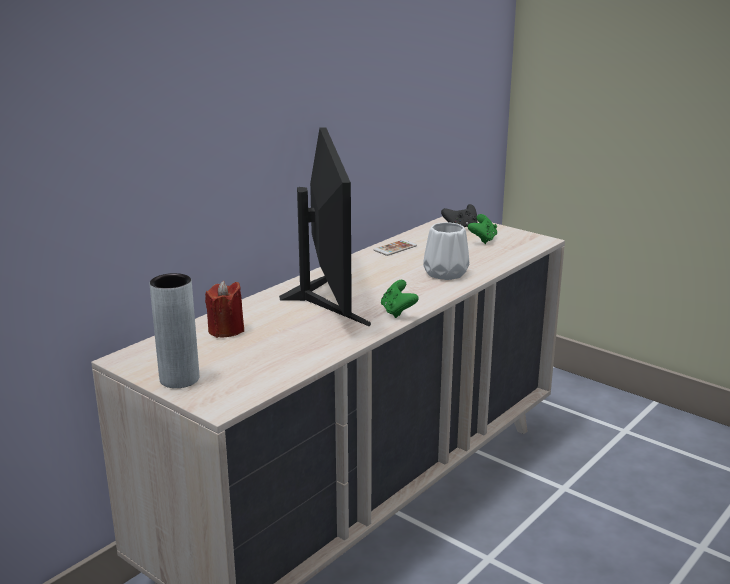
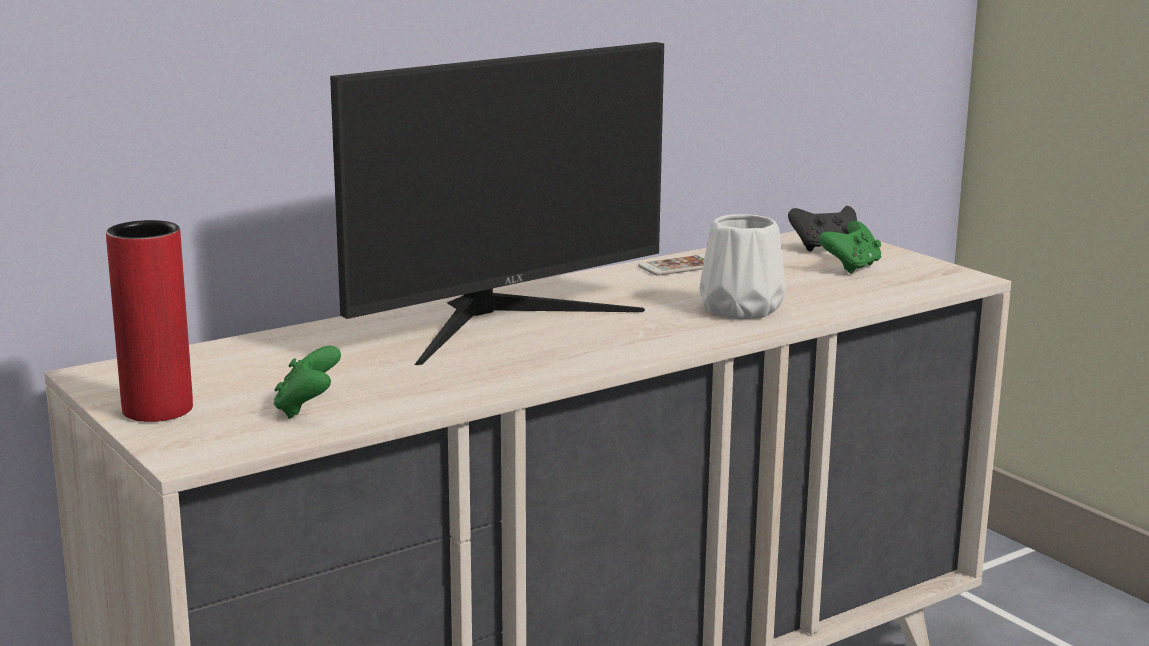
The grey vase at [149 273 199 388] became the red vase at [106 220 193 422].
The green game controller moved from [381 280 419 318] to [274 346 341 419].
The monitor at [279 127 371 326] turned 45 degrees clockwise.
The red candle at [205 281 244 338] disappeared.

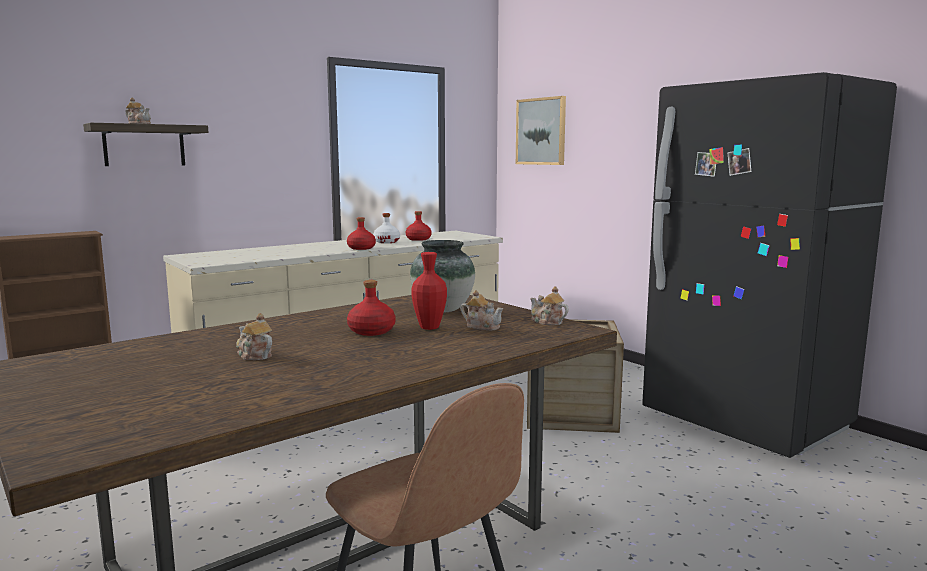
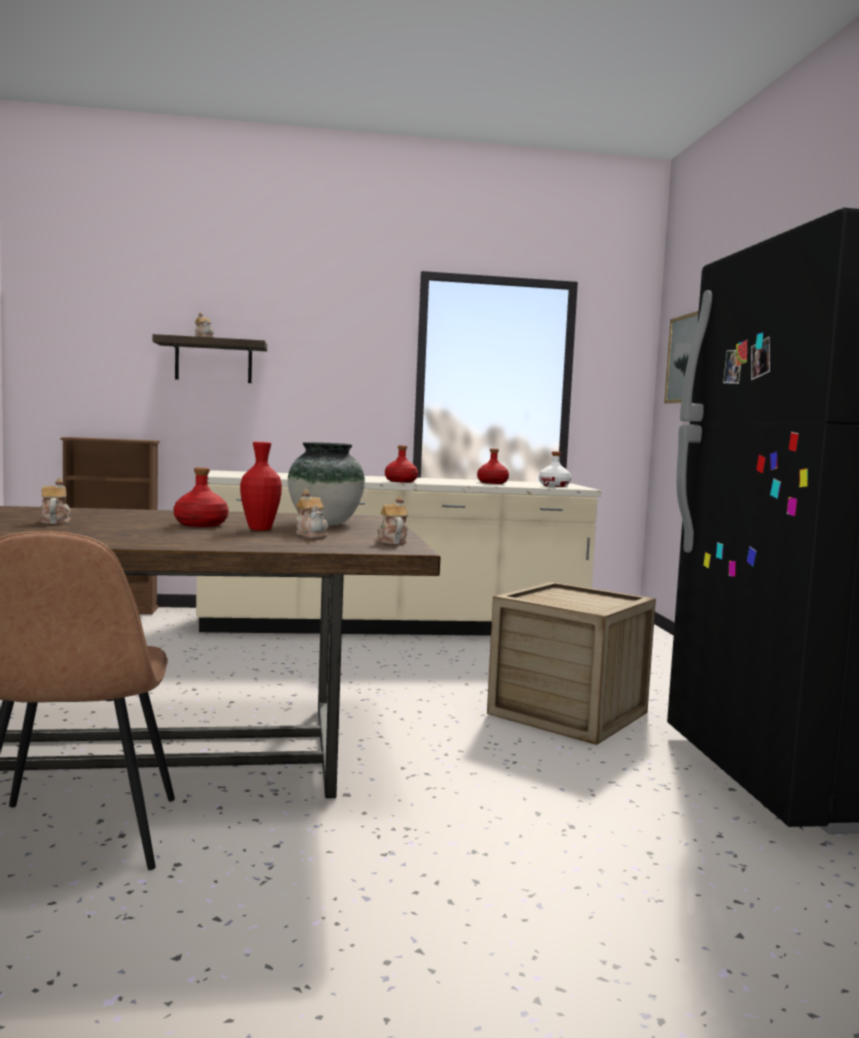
The white bottle moved from [373 213 400 243] to [539 451 571 487].

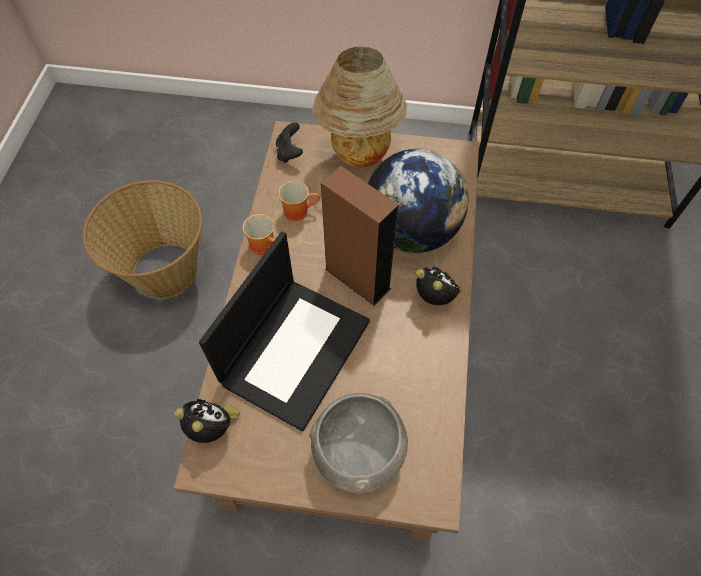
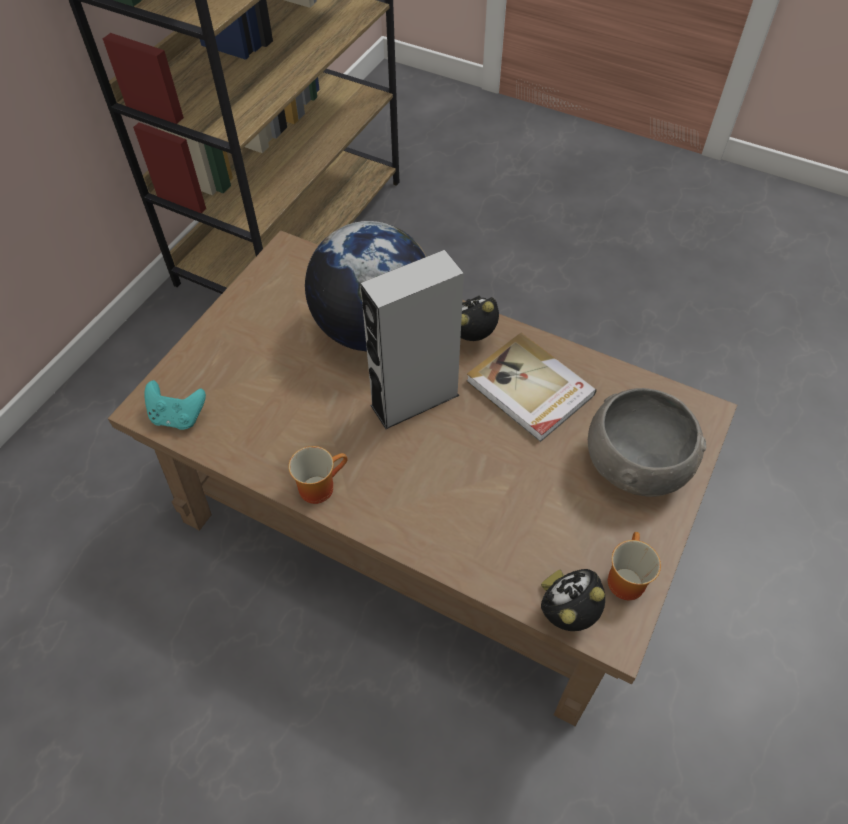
The black game controller at [276 122 303 163] became the turquoise game controller at [144 380 206 430].
The brown speaker at [321 166 399 306] became the grey speaker at [361 250 464 429].
The book at [466 333 597 442] appeared.
The mug moved from [278 181 320 221] to [608 532 661 600].
The basket at [83 180 202 299] disappeared.
The laptop at [199 232 370 431] disappeared.
The table lamp at [312 47 407 167] disappeared.

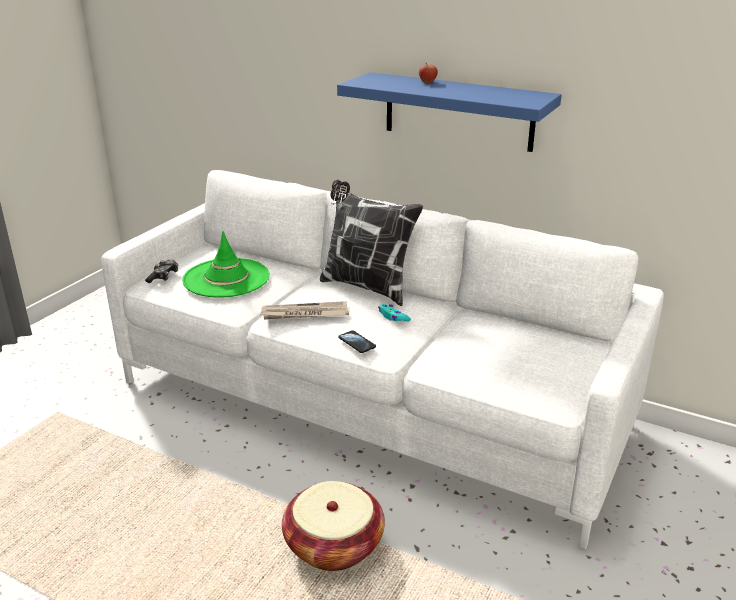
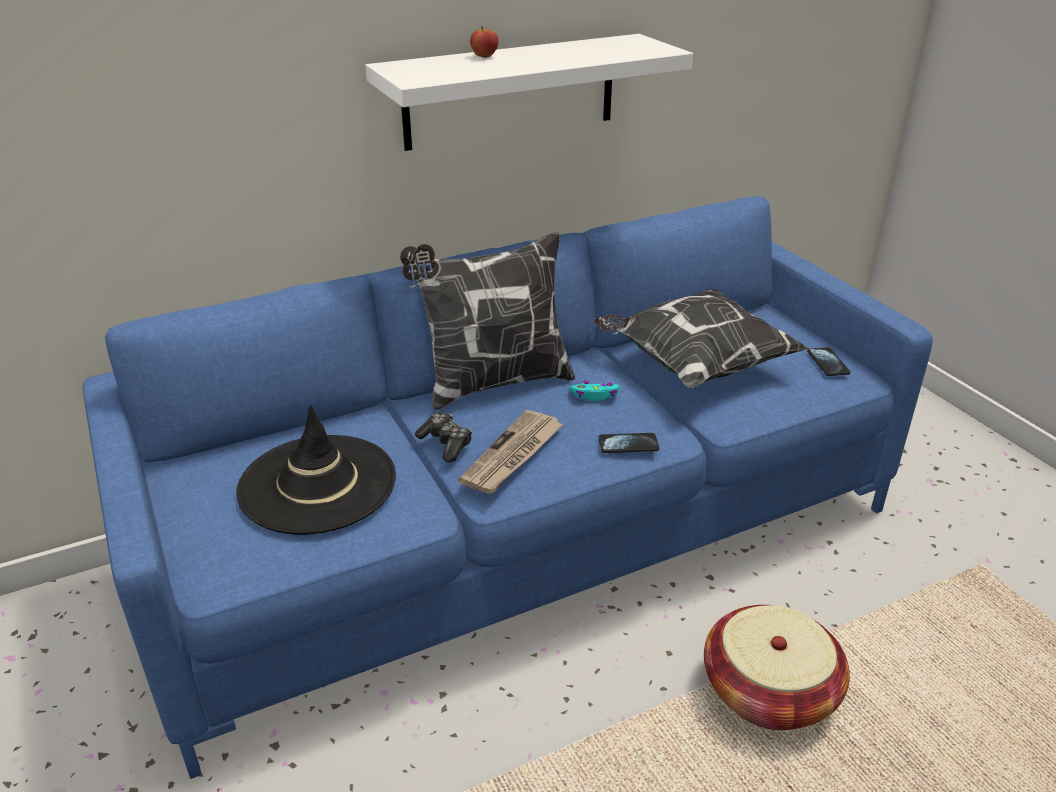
The white sofa at [101 170 664 550] became the blue sofa at [83 196 933 779].
The green hat at [182 231 270 298] became the black hat at [236 405 396 535].
The blue shelf at [337 72 562 152] became the white shelf at [365 34 693 151].
The game controller moved from [145 260 178 283] to [415 412 472 462].
The pillow at [593 289 809 388] appeared.
The phone at [807 347 850 376] appeared.

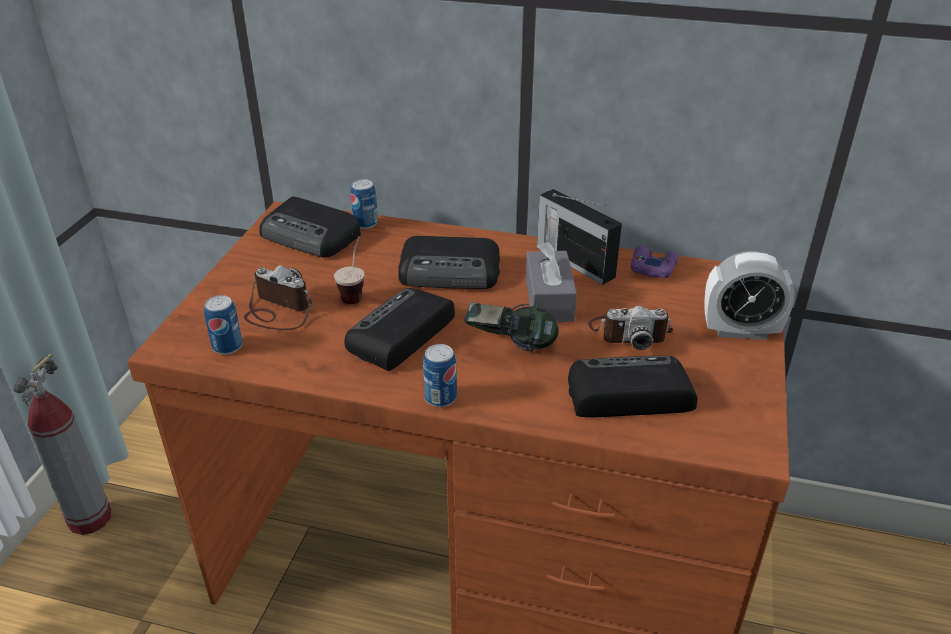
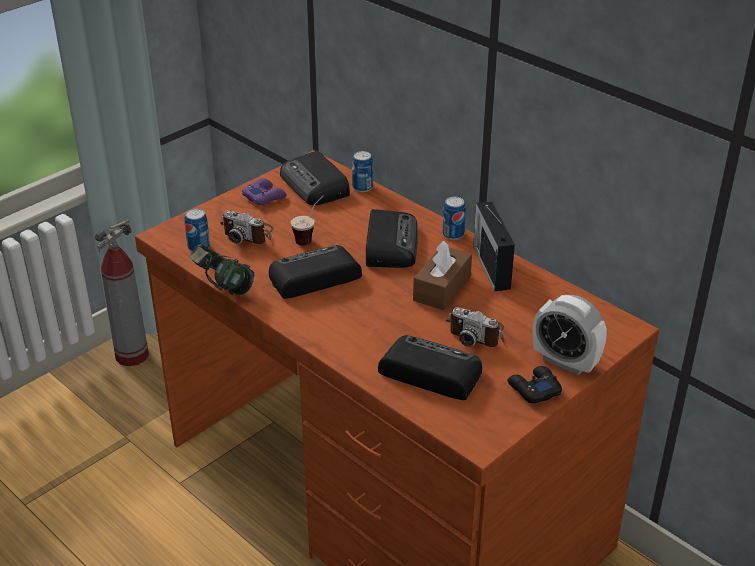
The headphones moved from [464 302 559 352] to [189 244 254 295].
The photo camera at [244 265 313 330] turned 150 degrees clockwise.
The purple game controller moved from [631 246 678 278] to [242 178 287 205].
The radio at [398 236 500 289] turned 120 degrees counterclockwise.
The grey tissue box at [526 242 577 322] became the brown tissue box at [413 241 472 310].
The can moved from [423 344 457 407] to [442 197 466 240].
The black game controller at [508 366 562 404] appeared.

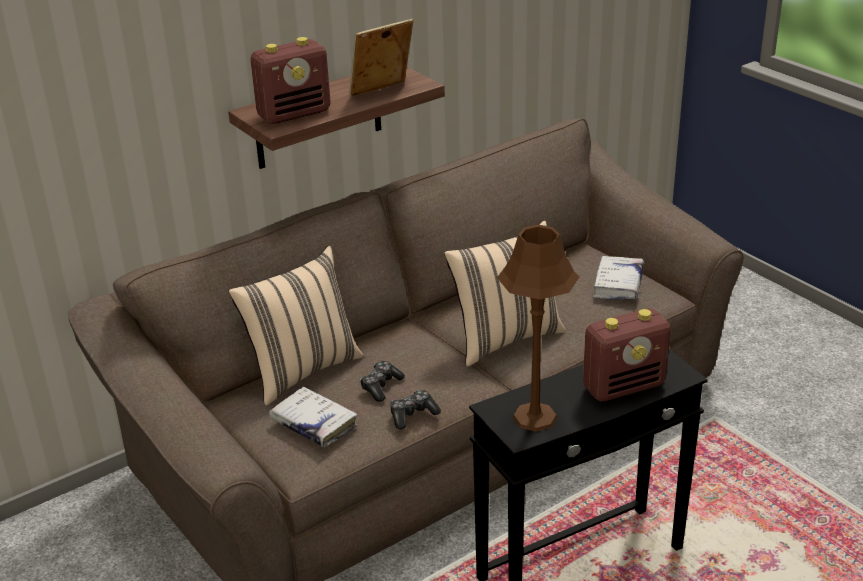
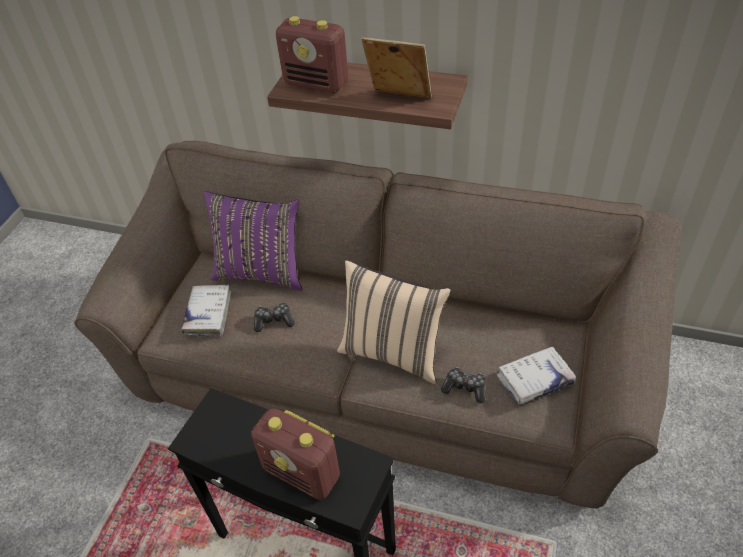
The beige pillow at [228 246 364 406] became the purple pillow at [204 191 302 291].
The game controller moved from [391 390 441 429] to [441 367 486 403].
The brown table lamp at [497 224 579 432] disappeared.

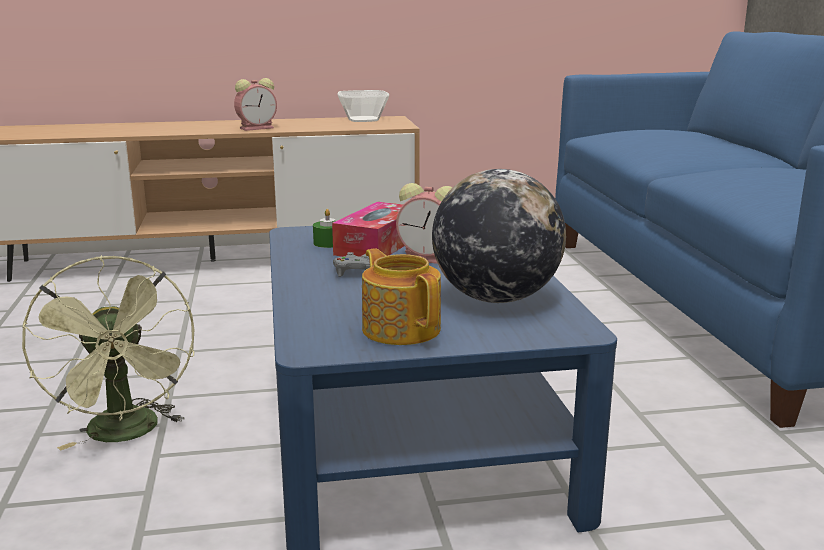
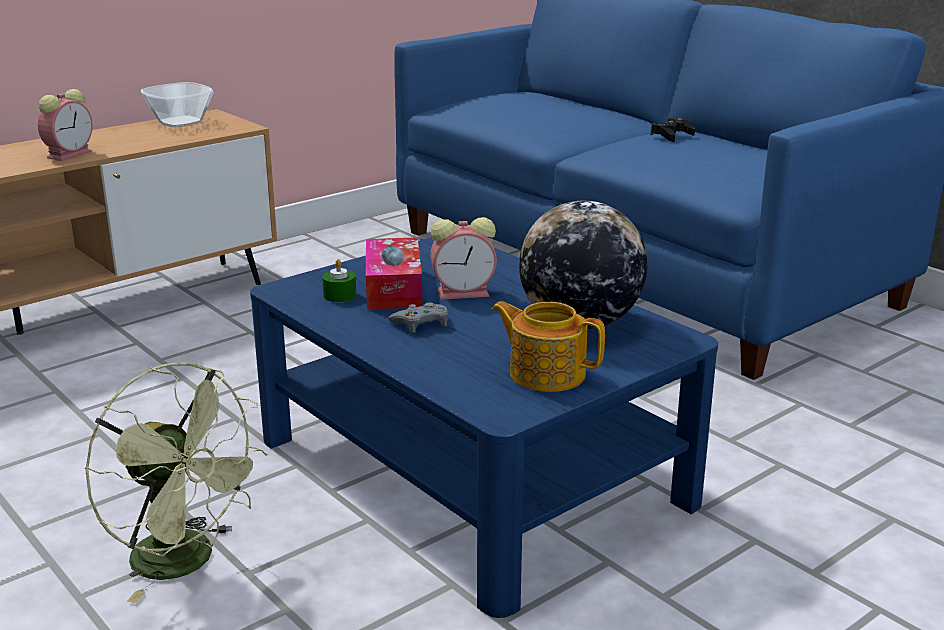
The black game controller at [650 118 695 142] appeared.

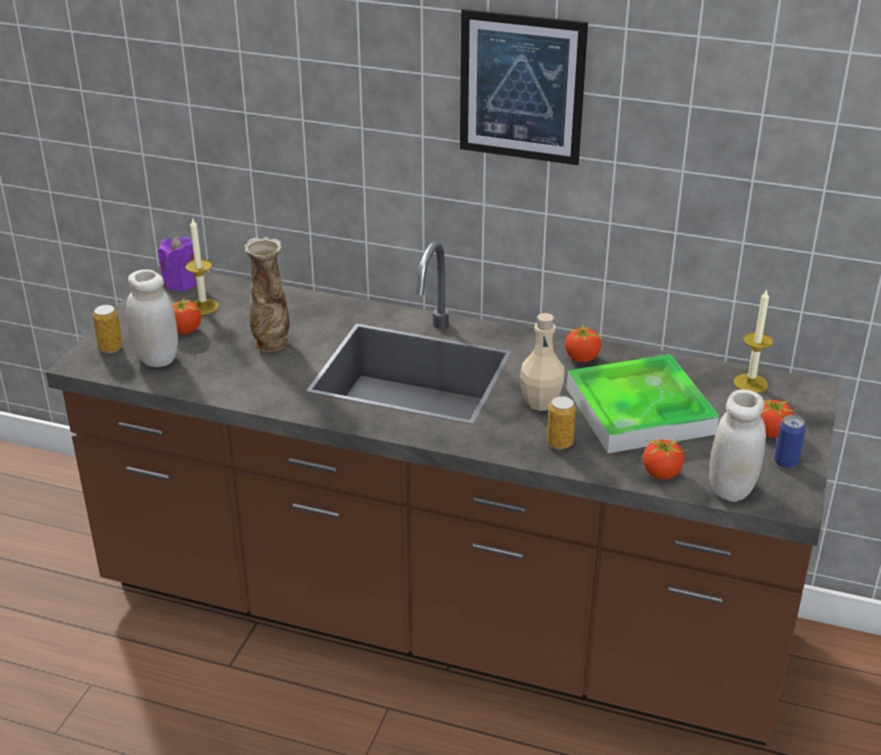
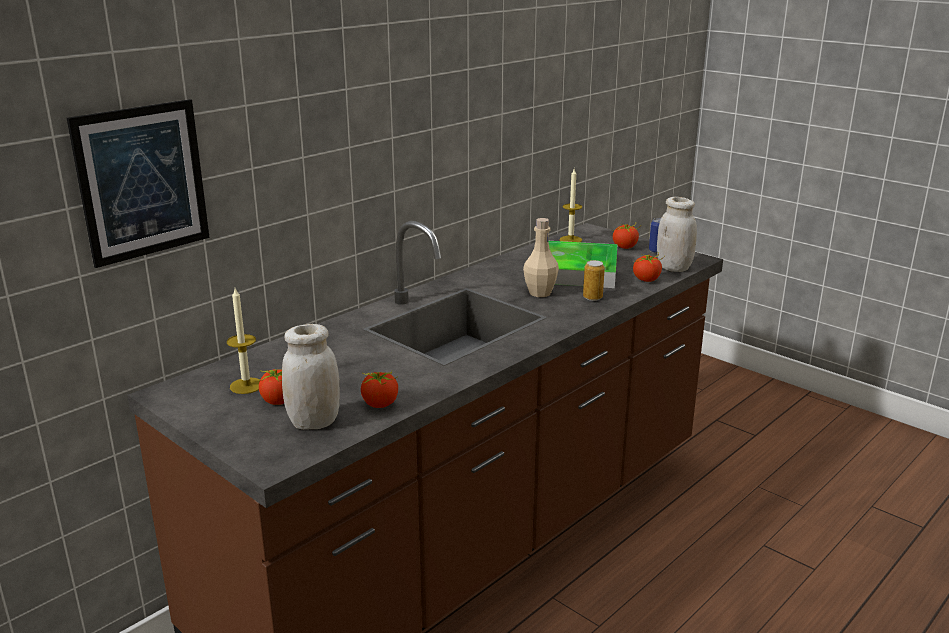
The picture moved from [460 9 588 165] to [67 99 210 268].
The tomato moved from [565 323 603 362] to [361 370 398 408].
The can at [93 305 123 353] disappeared.
The purple candle at [158 236 197 291] disappeared.
The vase at [244 237 289 352] disappeared.

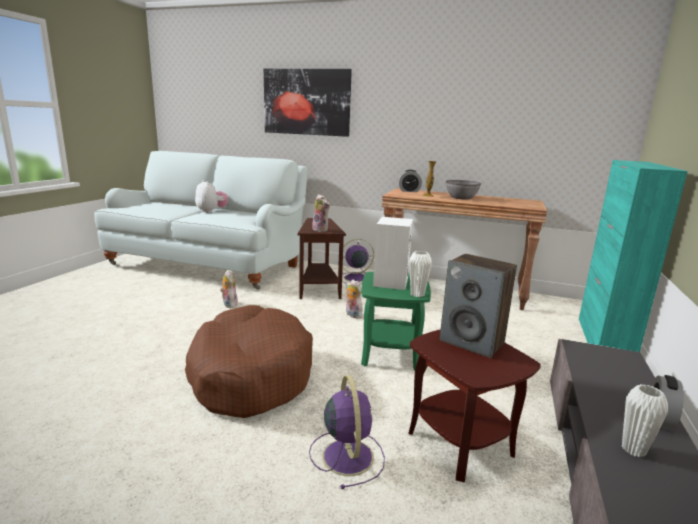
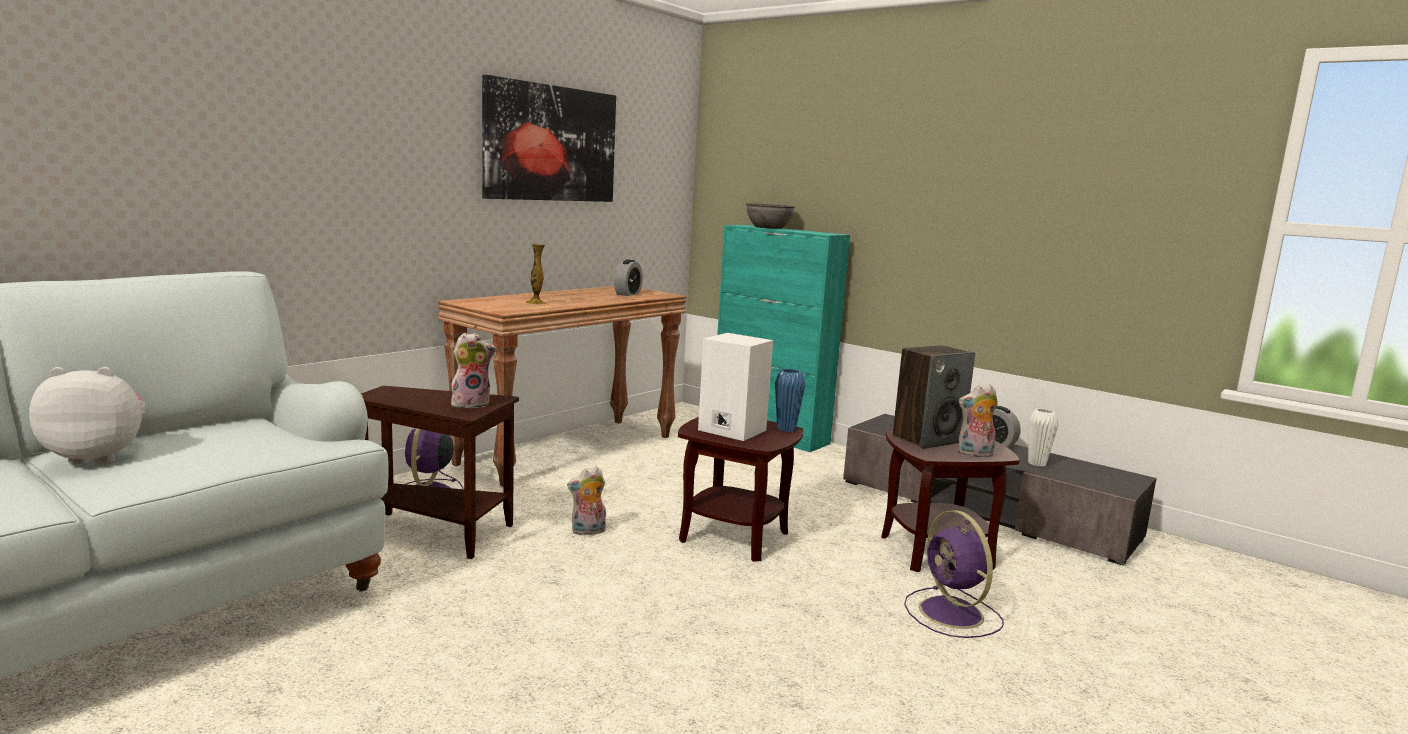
The picture moved from [264 69 352 137] to [482 75 616 202].
The alarm clock moved from [398 170 422 192] to [614 260 643 296].
The green side table at [361 272 431 370] became the brown side table at [678 417 803 562].
The grey bowl moved from [446 180 481 199] to [746 203 795 229].
The white vase at [409 251 432 297] became the blue vase at [775 369 805 432].
The purple fan at [309 375 385 489] turned 120 degrees counterclockwise.
The plush toy moved from [220 270 238 308] to [958 384 998 457].
The brown dog bed at [185 305 313 418] disappeared.

